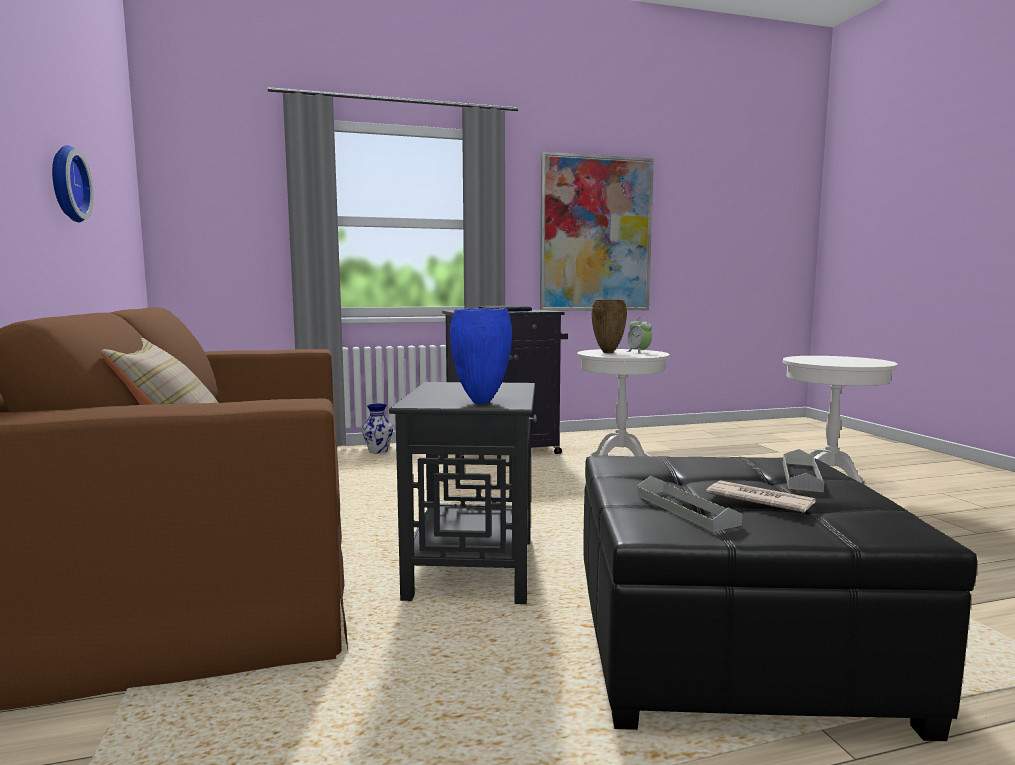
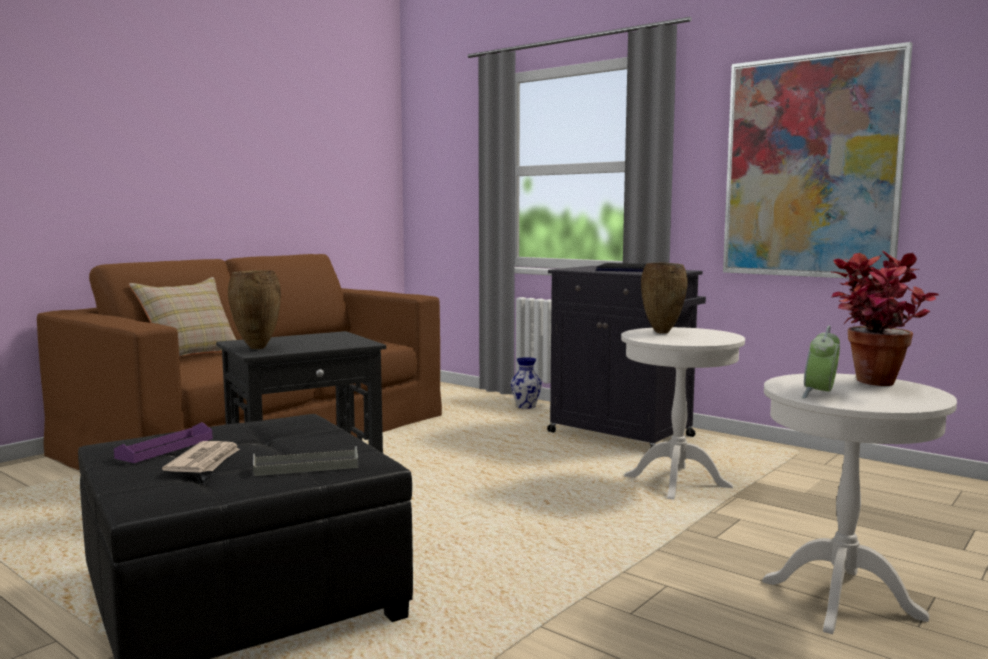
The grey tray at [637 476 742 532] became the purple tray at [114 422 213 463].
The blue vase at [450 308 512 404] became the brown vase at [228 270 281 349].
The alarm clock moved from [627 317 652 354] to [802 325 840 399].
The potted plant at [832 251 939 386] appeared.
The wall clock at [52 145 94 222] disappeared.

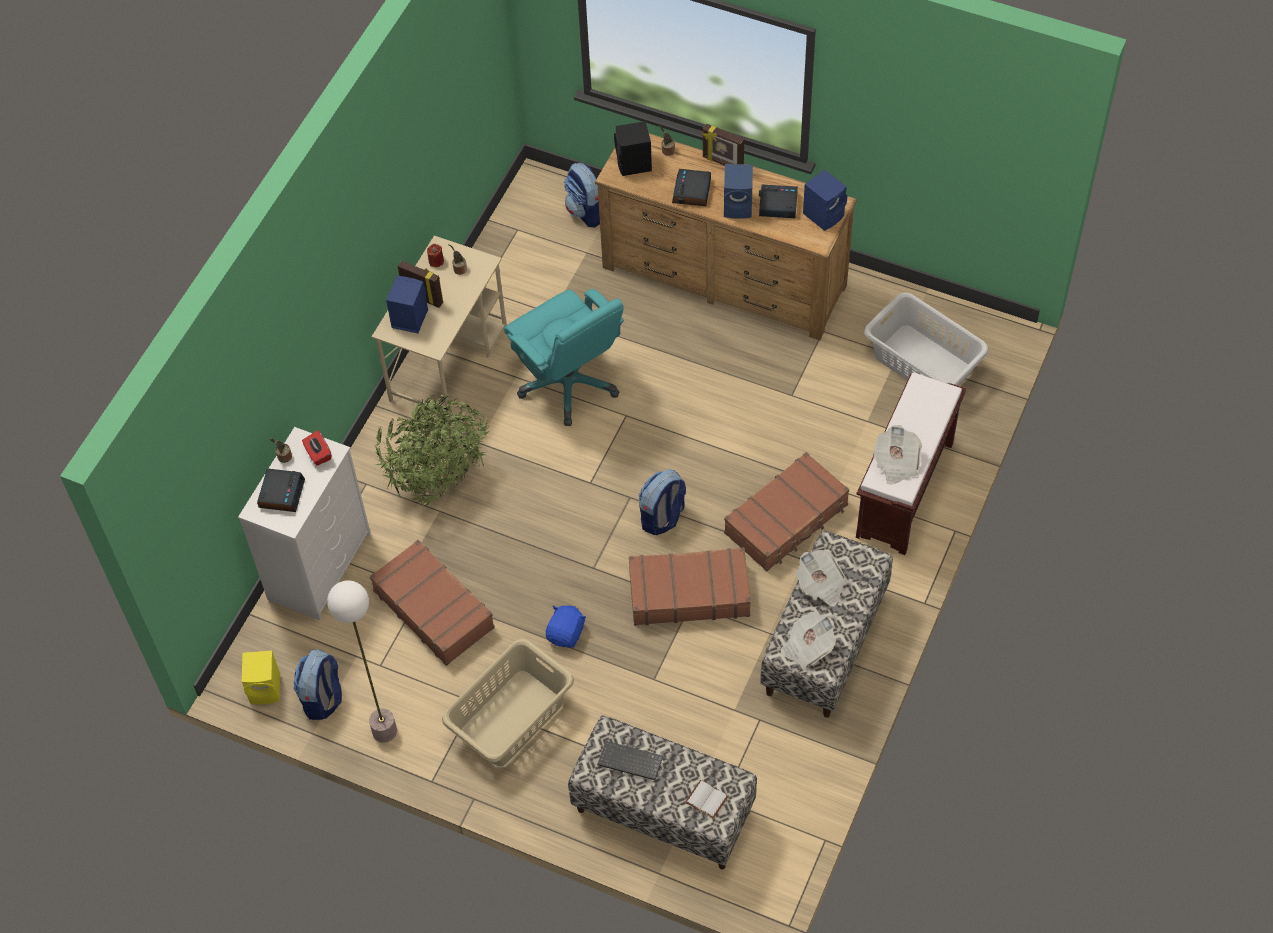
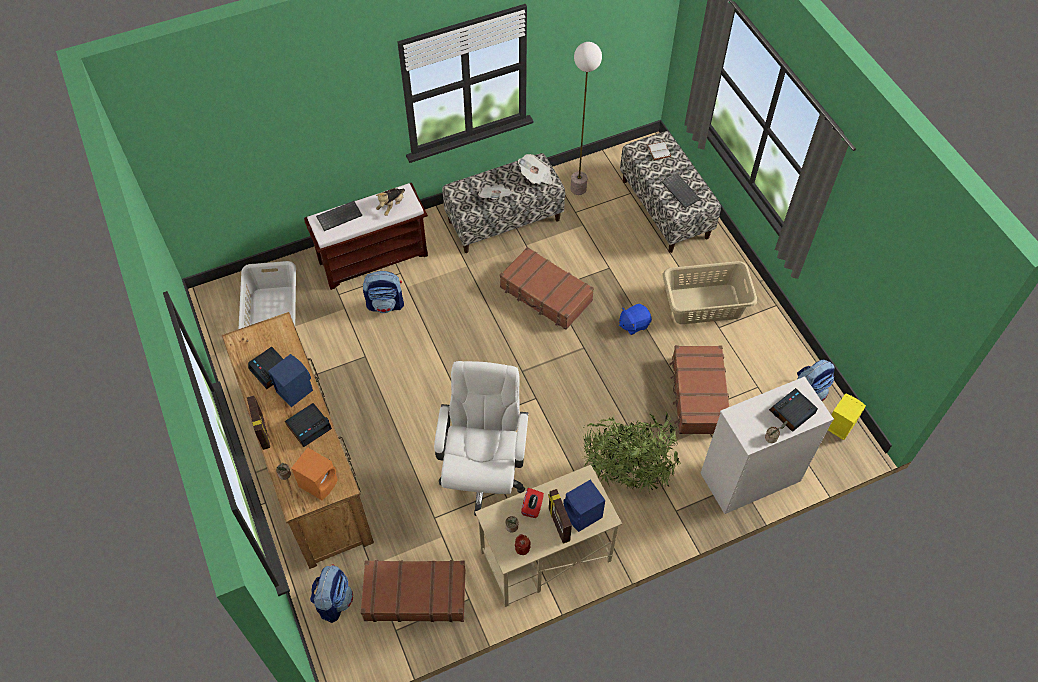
The black speaker at [614 121 652 176] became the orange speaker at [291 447 338 500].
The keyboard at [316 201 362 231] appeared.
The brown suitcase moved from [724 452 849 571] to [360 560 466 622].
The backpack moved from [639 469 686 535] to [363 271 404 313].
The newspaper at [873 425 922 485] was replaced by the plush toy at [376 188 405 216].
The turquoise office chair at [504 289 624 426] became the white office chair at [434 361 529 516].
The red tissue box moved from [302 430 331 466] to [521 488 544 518].
The floor lamp moved from [327 580 397 743] to [571 42 602 195].
The blue speaker at [803 169 848 231] disappeared.

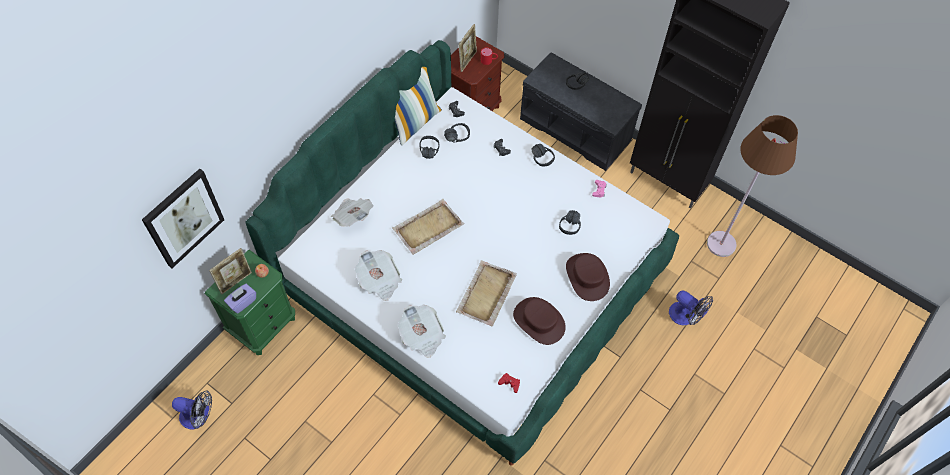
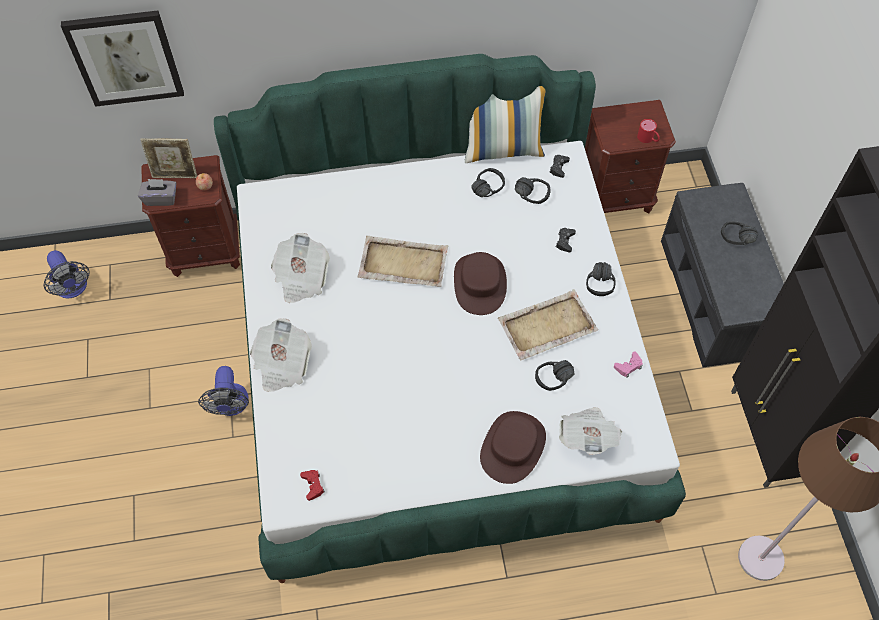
The purple tissue box at [224 284 256 313] became the grey tissue box at [138 179 177 206].
The green nightstand at [204 250 295 355] became the brown nightstand at [141 155 240 277].
The fan moved from [669 291 713 325] to [198 366 249 416].
The brown hat moved from [513 297 566 345] to [454 252 507 315].
The beige tray moved from [456 260 517 326] to [498 289 598 360].
The newspaper moved from [331 198 374 227] to [559 407 622 455].
The picture frame at [458 24 477 72] disappeared.

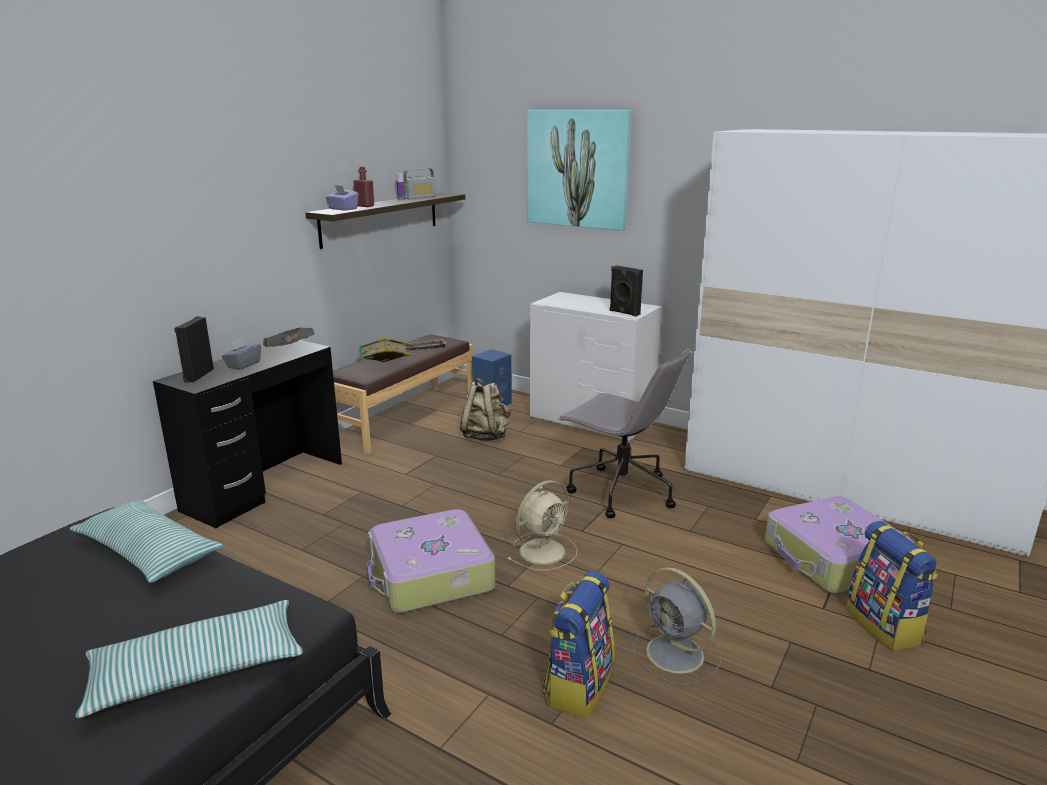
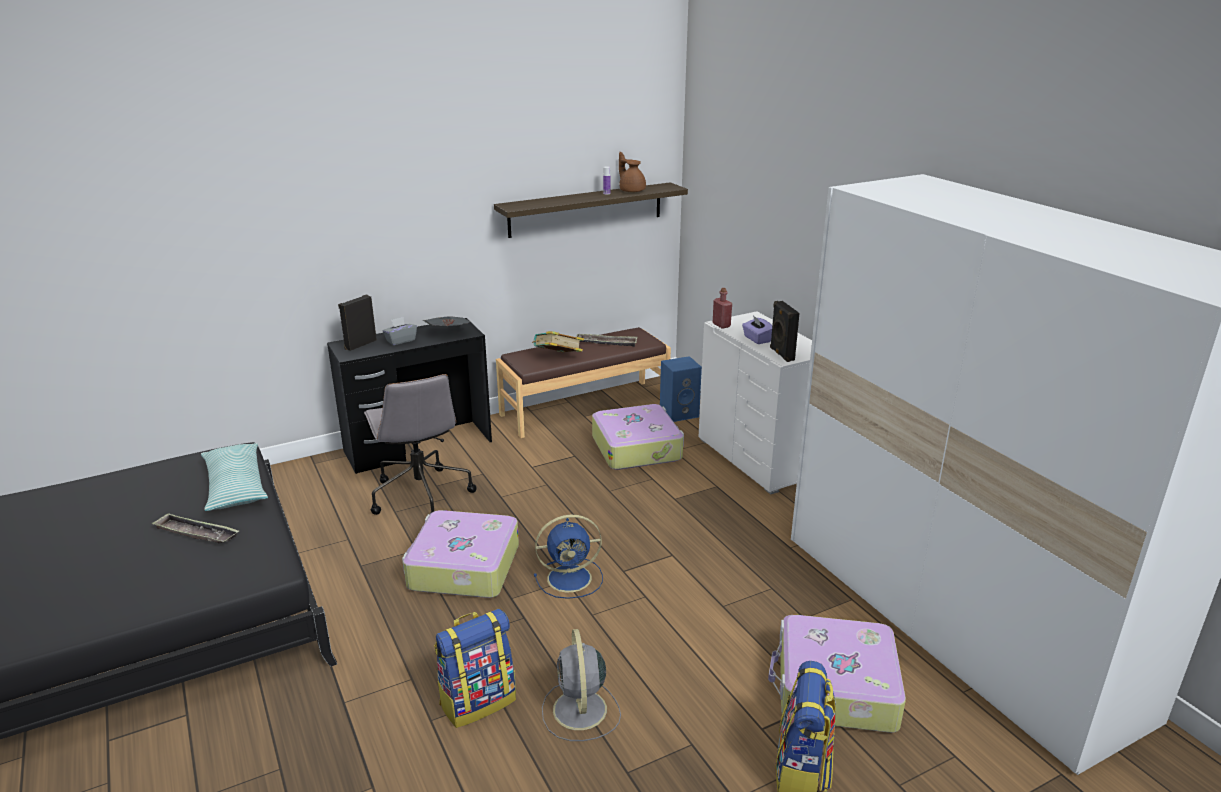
The tray at [151 514 239 544] appeared.
The grey office chair moved from [558 348 691 518] to [364 374 477 515].
The beige fan at [507 480 578 571] became the blue fan at [534 515 603 599].
The beige backpack at [460 378 511 441] was replaced by the suitcase at [592 404 684 470].
The radio at [403 168 436 200] was replaced by the brown teapot at [619 152 646 192].
The red bottle moved from [353 166 374 207] to [713 288 732 329].
The purple tissue box moved from [325 185 359 211] to [742 316 772 344].
The pillow at [75 600 303 718] disappeared.
The picture at [527 110 631 231] disappeared.

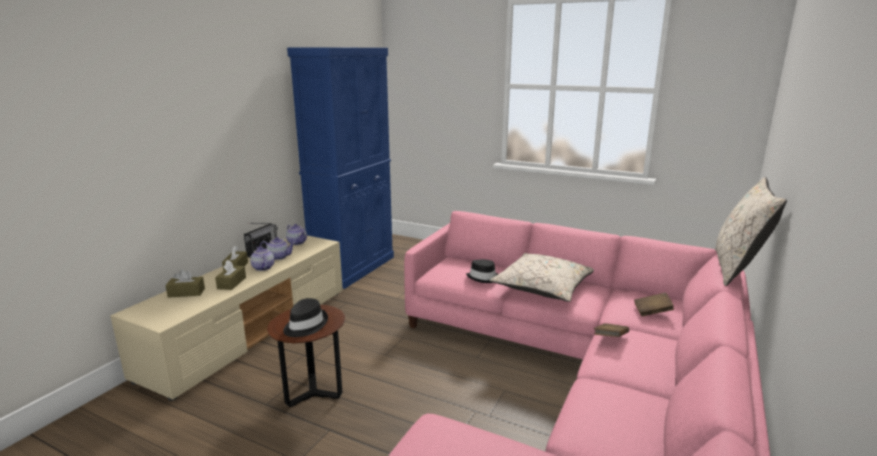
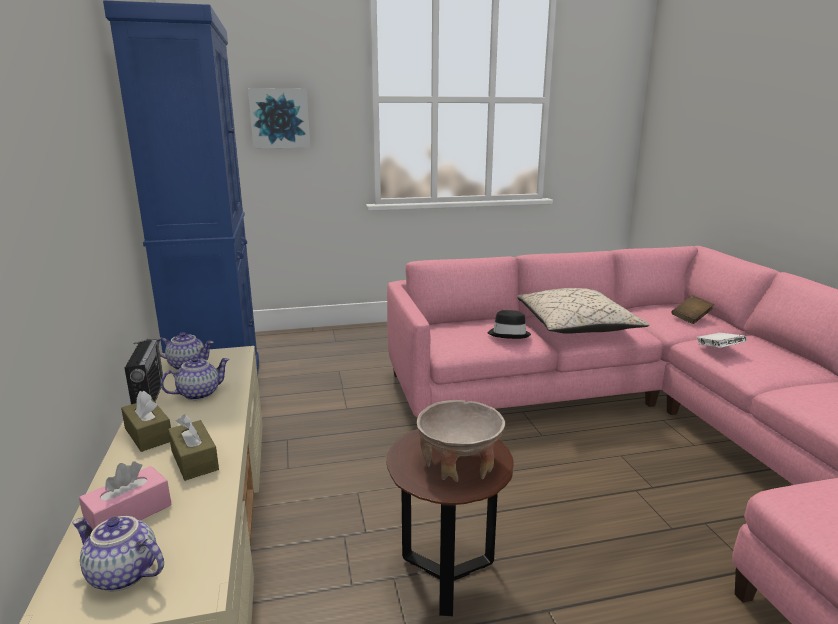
The teapot moved from [250 246 274 271] to [72 516 164 591].
The brown tissue box at [165 269 205 298] became the pink tissue box at [79 461 172 530].
The picture at [248 88 310 148] appeared.
The black hat at [283 298 328 337] was replaced by the beige bowl at [417 400 505 482].
The brown book at [594 323 629 337] became the white book at [696 333 747 348].
The beige pillow at [715 177 787 286] disappeared.

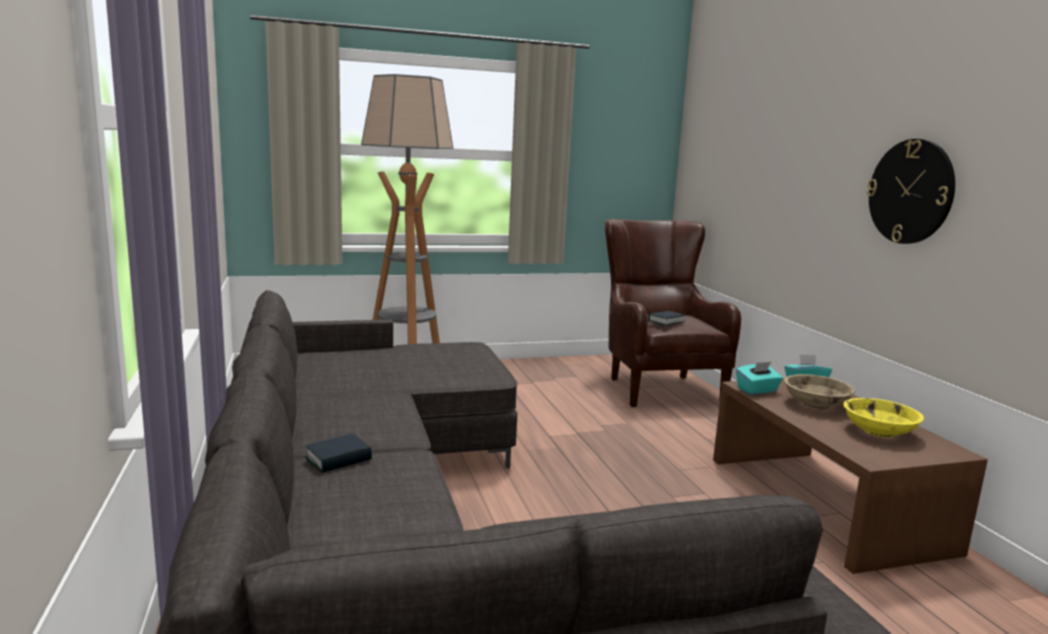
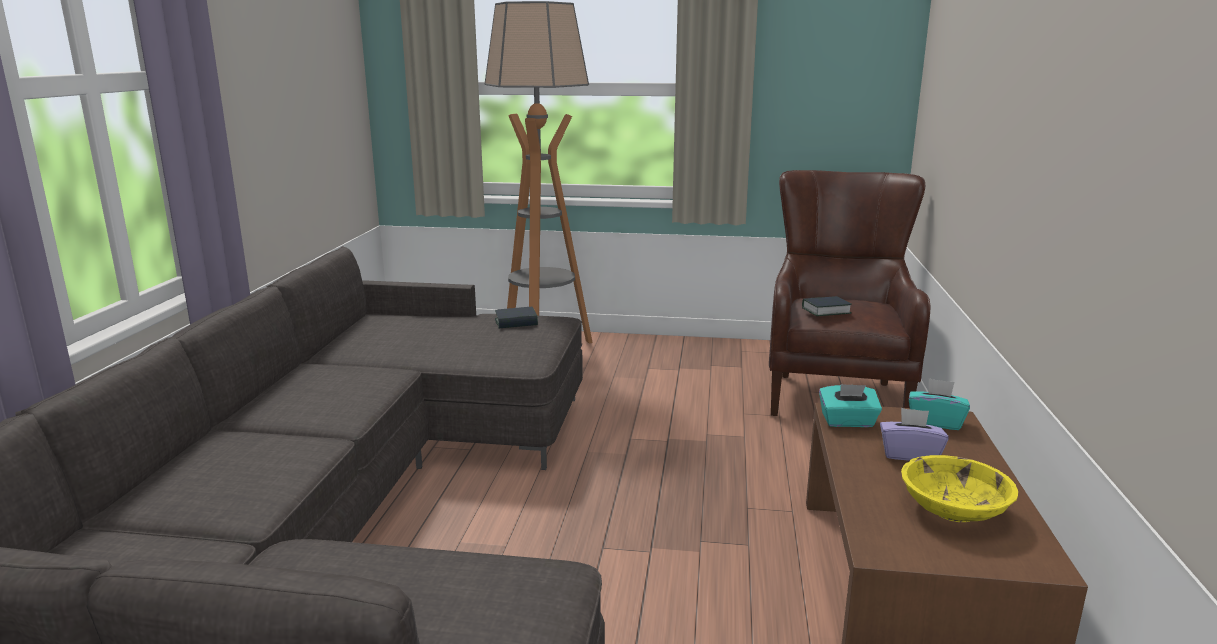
The book moved from [305 434 372 473] to [495 307 538 328].
The beige bowl at [784 374 855 409] was replaced by the purple tissue box at [880 408 948 461].
The wall clock at [867 139 955 244] disappeared.

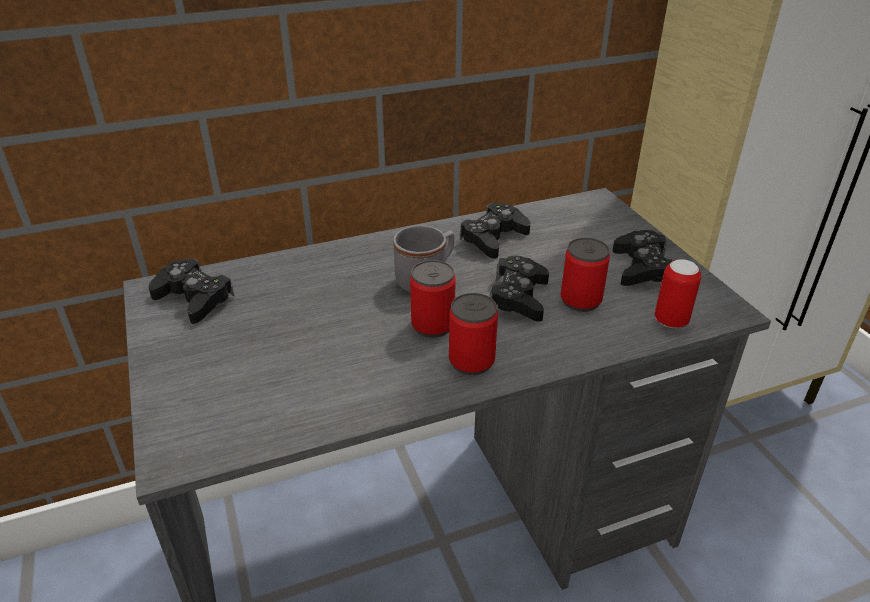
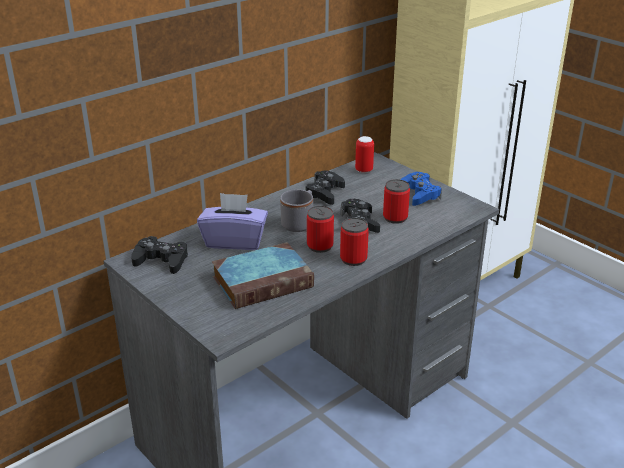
The purple tissue box at [197 193 268 250] appeared.
The book at [212 242 314 309] appeared.
The can moved from [655 259 701 328] to [355 136 374 173].
The black game controller at [613 230 673 286] became the blue game controller at [400 172 442 206].

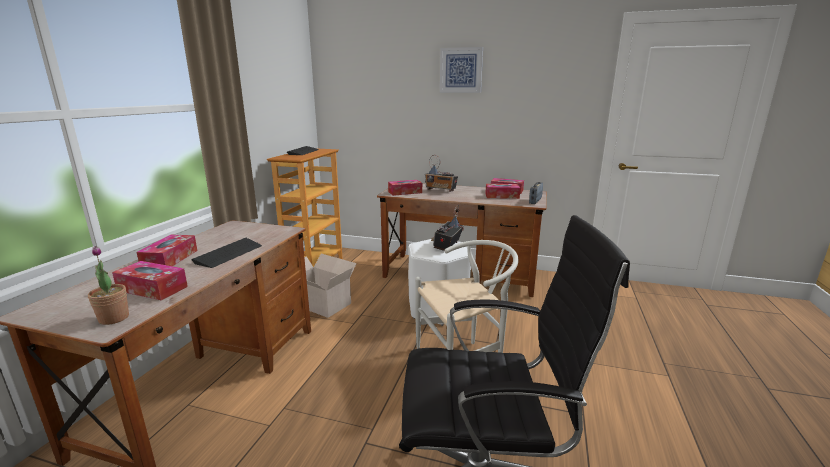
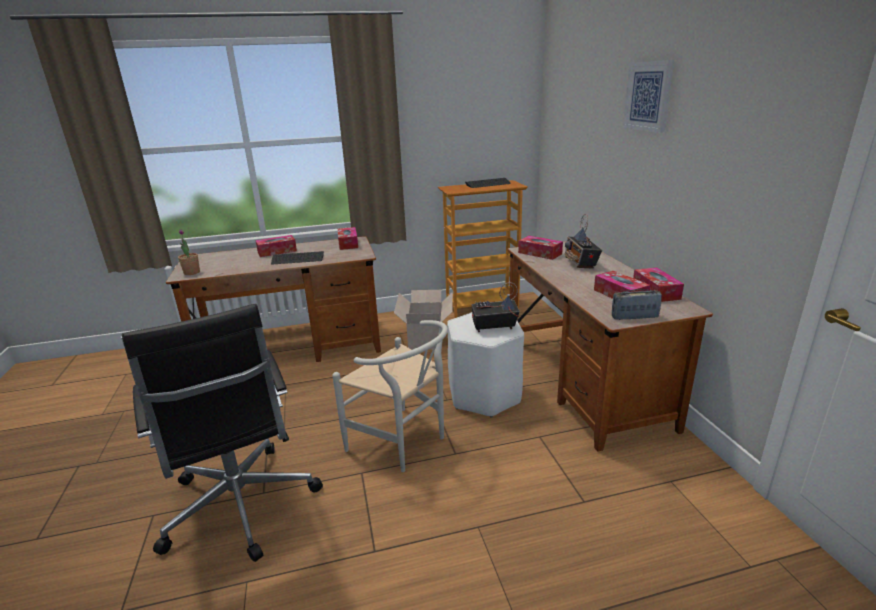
The tissue box moved from [112 261 188 300] to [338 227 358 250].

